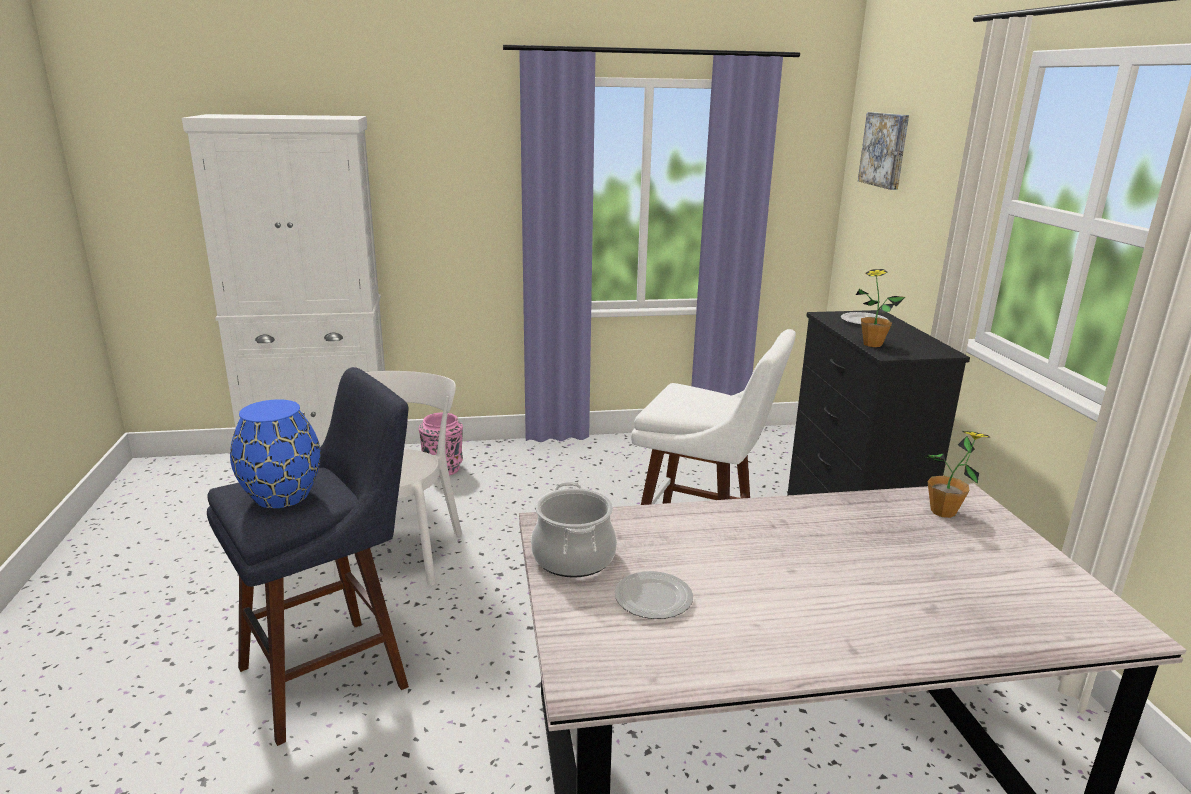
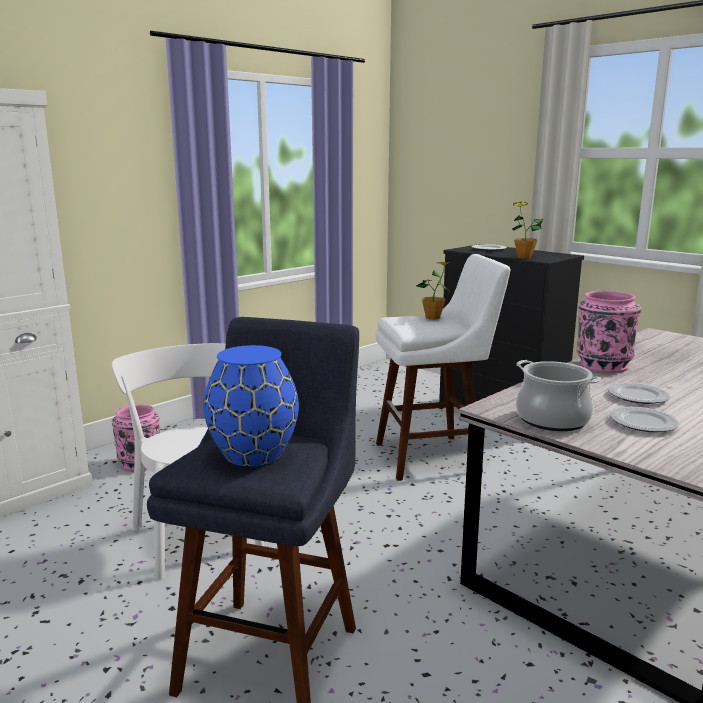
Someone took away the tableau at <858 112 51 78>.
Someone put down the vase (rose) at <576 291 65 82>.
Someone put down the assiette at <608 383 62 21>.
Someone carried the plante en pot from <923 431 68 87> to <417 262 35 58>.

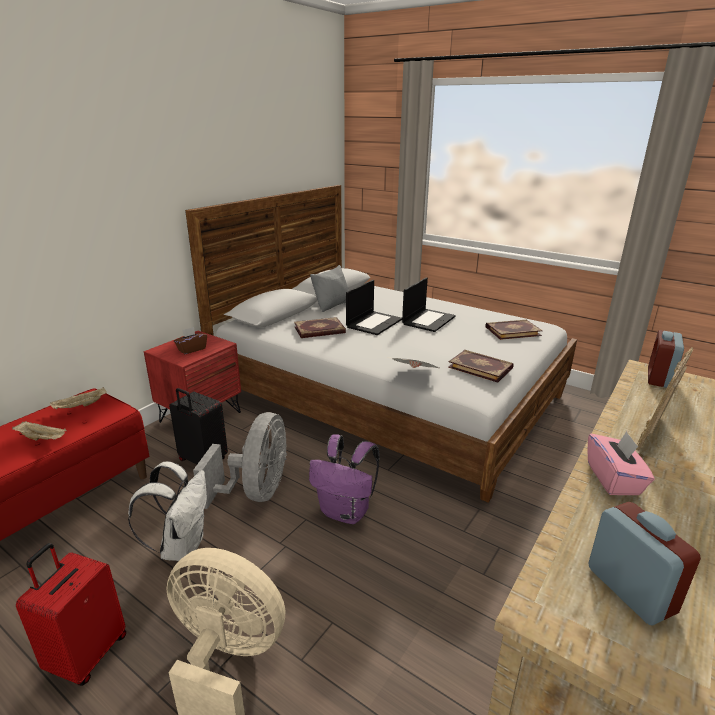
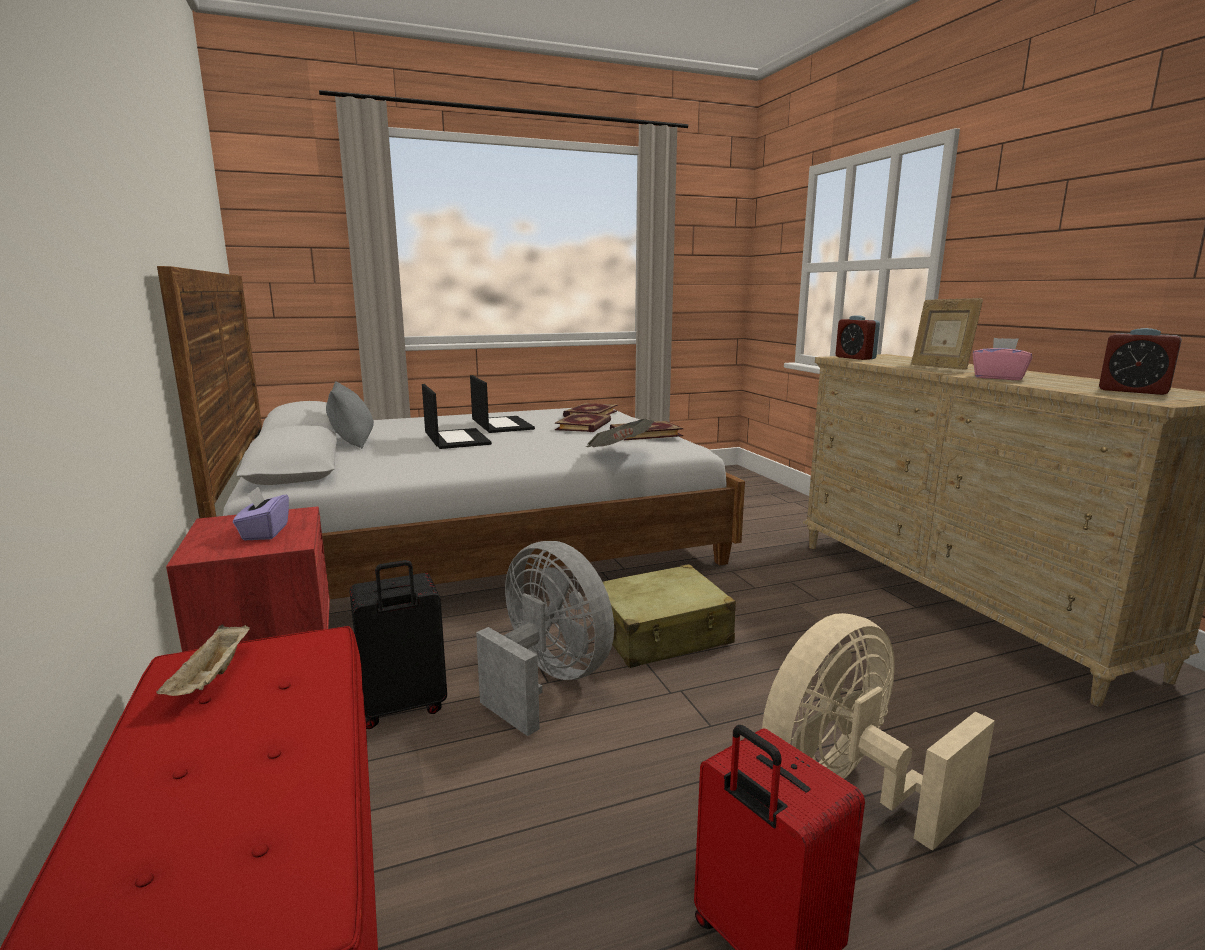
Someone took away the plateau (beige) at <12 421 55 20>.
Someone took away the sac à dos (blanc) at <128 461 79 100>.
Someone carried the livre from <294 317 52 21> to <555 413 56 19>.
Someone swapped the sac à dos (violet) at <309 434 71 90> for the valise (beige) at <603 564 133 104>.
Someone repainted the boîte à mouchoirs (marron) at <174 327 33 27>, which became the boîte à mouchoirs (violet) at <233 487 56 53>.
Someone rotated the réveil at <588 502 113 124> by 150 degrees counterclockwise.

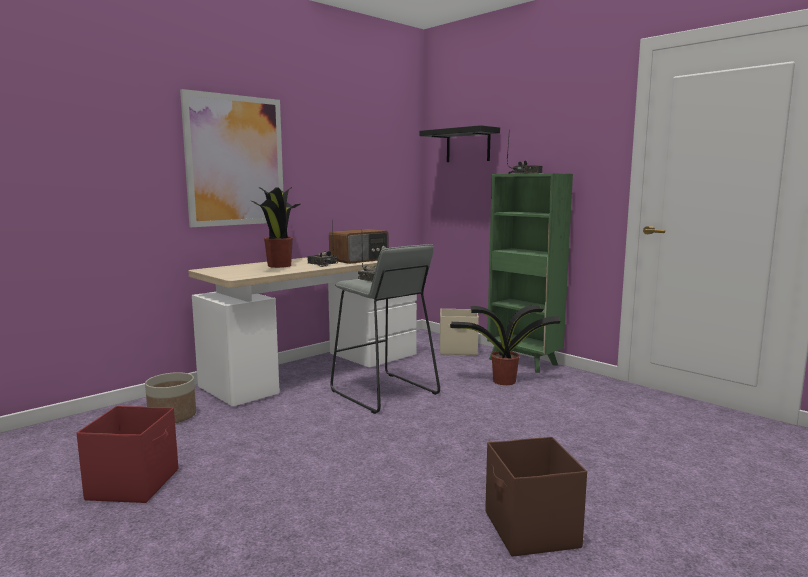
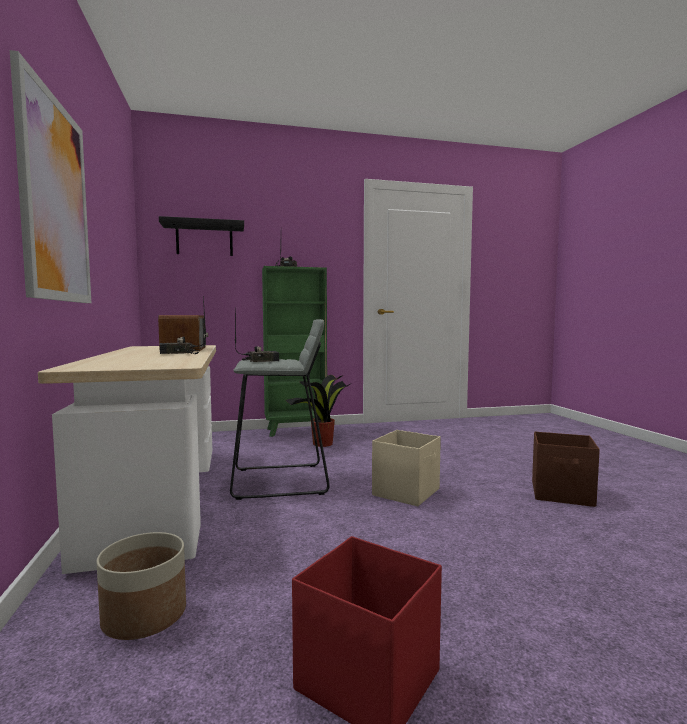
Someone took away the plante en pot at <251 187 49 81>.
Someone carried the boîte de rangement (beige) from <440 309 39 46> to <372 430 69 76>.

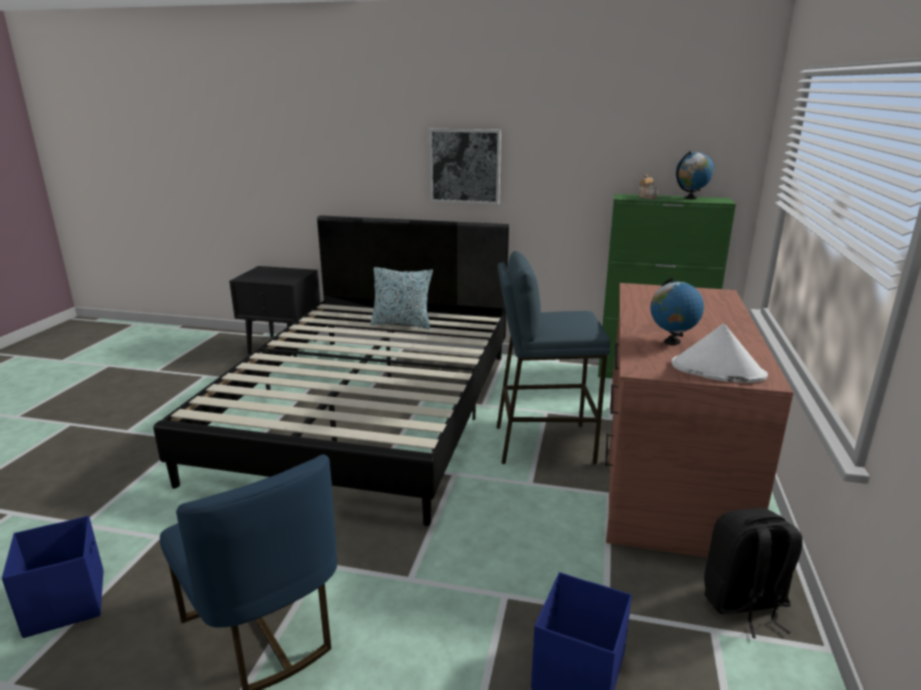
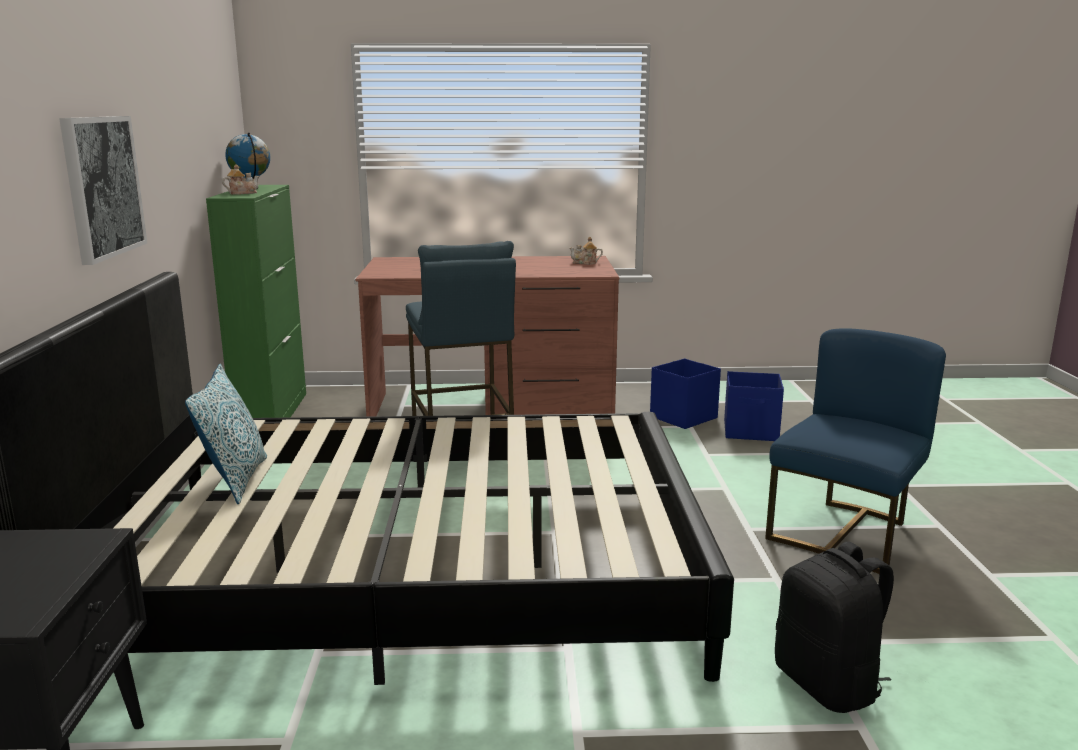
Someone took away the globe at <650 278 54 67>.
Someone carried the boîte de rangement (bleu) from <2 516 102 122> to <650 359 71 70>.
Someone carried the sac à dos (noir) from <704 508 99 131> to <775 542 119 171>.
Someone swapped the chapeau (blanc) at <672 323 96 60> for the théière at <569 237 34 28>.

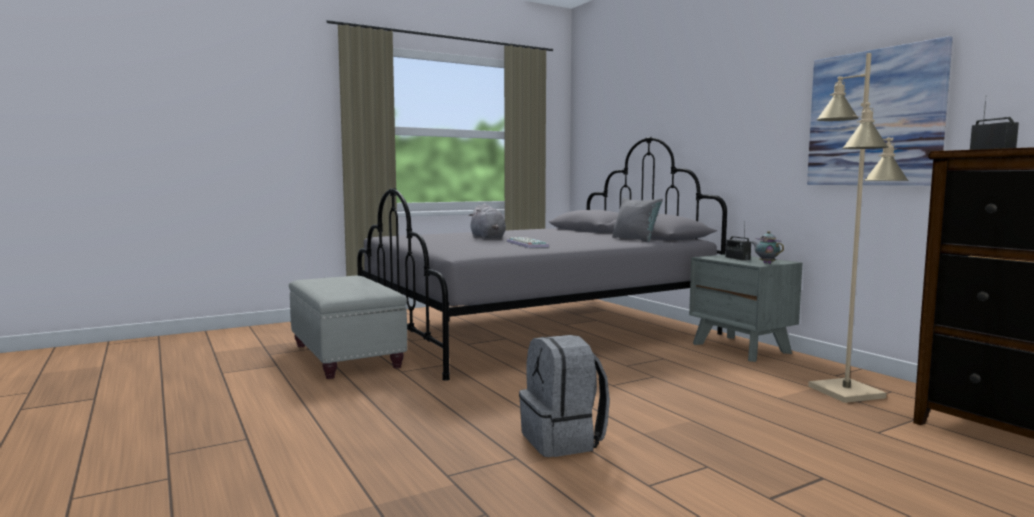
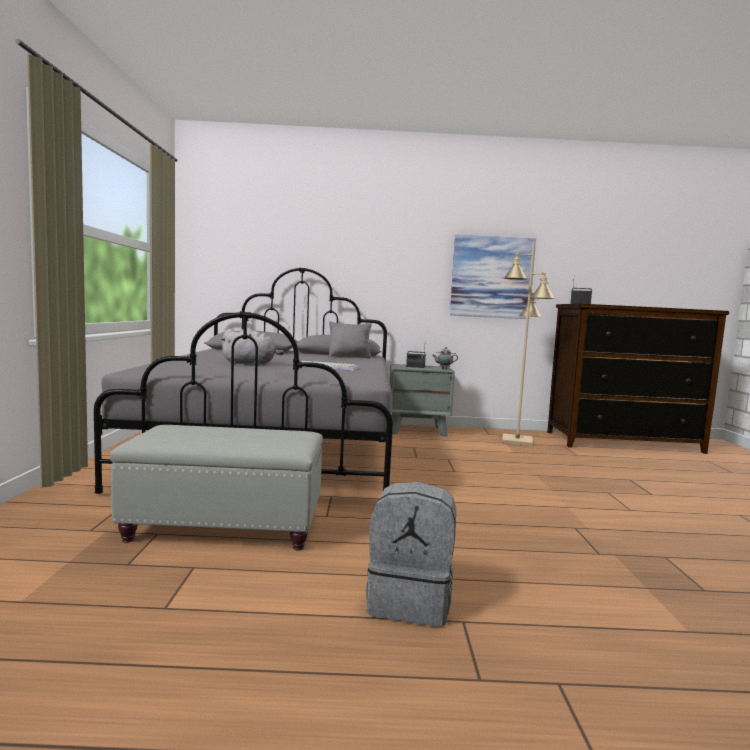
Someone carried the sac à dos (gris) from <519 335 91 122> to <366 482 90 145>.

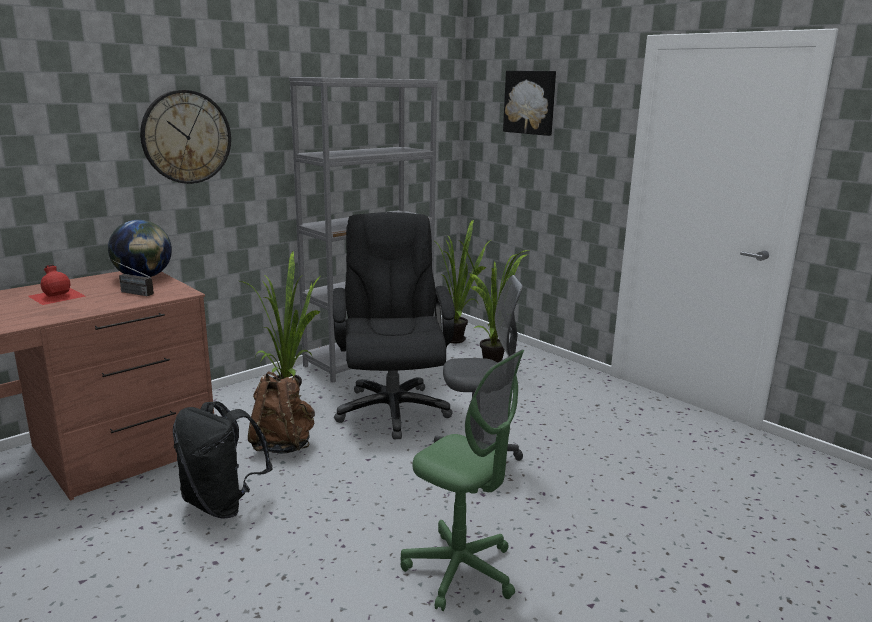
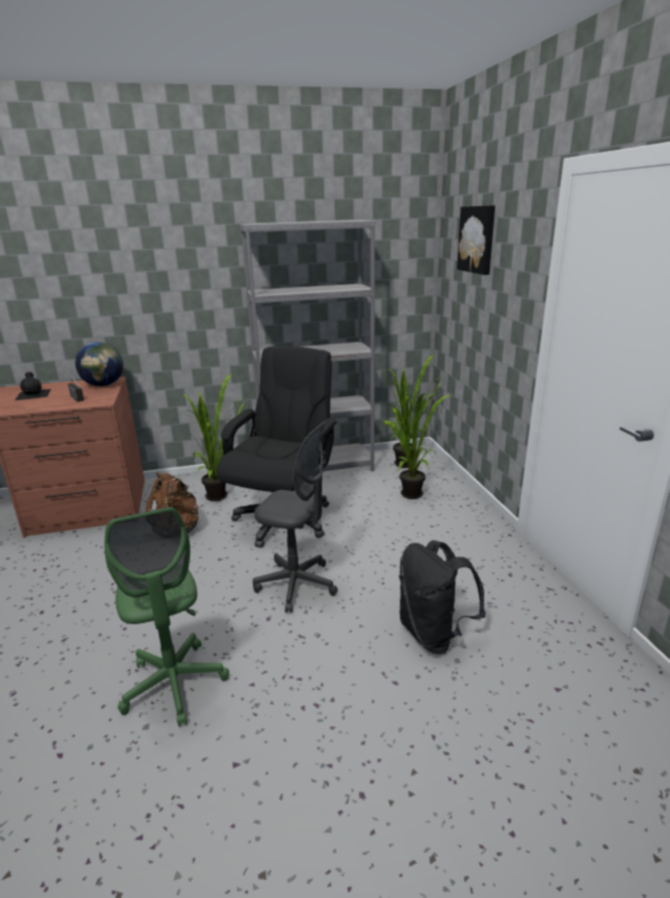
Someone took away the horloge murale at <140 90 91 94>.
Someone carried the sac à dos (noir) from <173 401 100 117> to <399 540 87 114>.
Someone repainted the bouteille (rouge) at <28 264 57 41>, which became the bouteille (noir) at <15 372 36 28>.

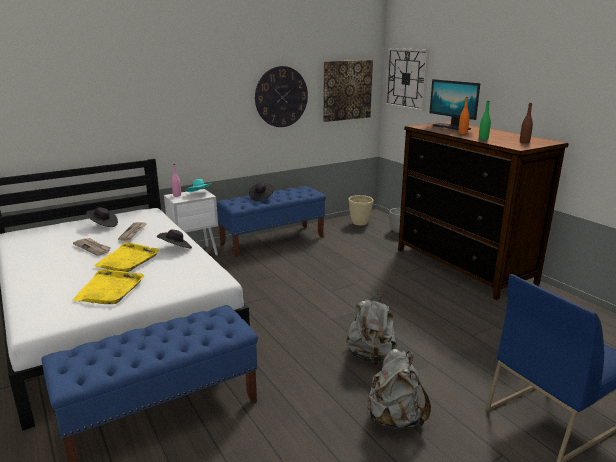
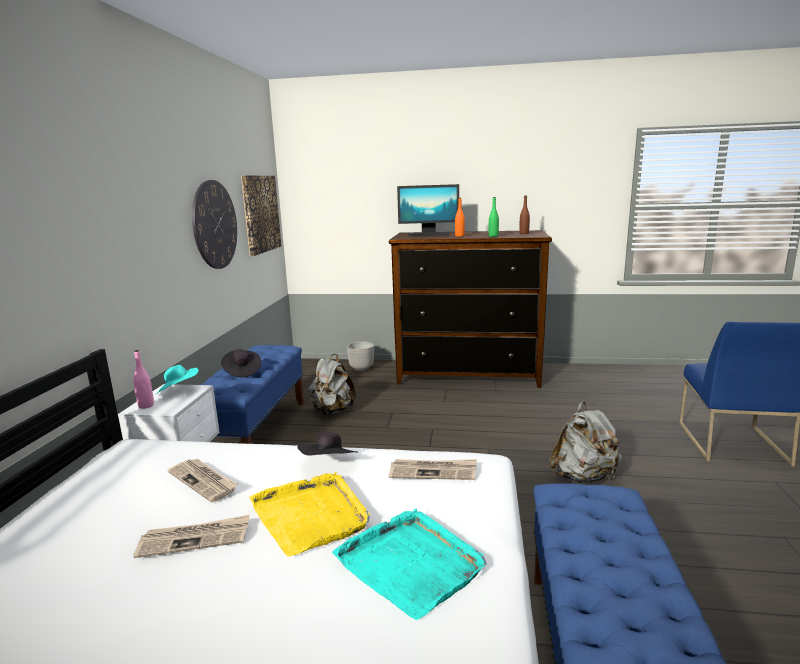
Someone took away the chapeau (noir) at <86 207 32 20>.
Someone took away the cache-pot (beige) at <348 195 26 31>.
Someone took away the horloge murale at <385 48 44 63>.
Someone put down the journal at <389 459 88 21>.
Someone carried the sac à dos (gris) from <366 349 65 80> to <308 354 48 61>.
Someone repainted the plateau (jaune) at <73 269 71 35>, which became the plateau (turquoise) at <332 509 155 111>.

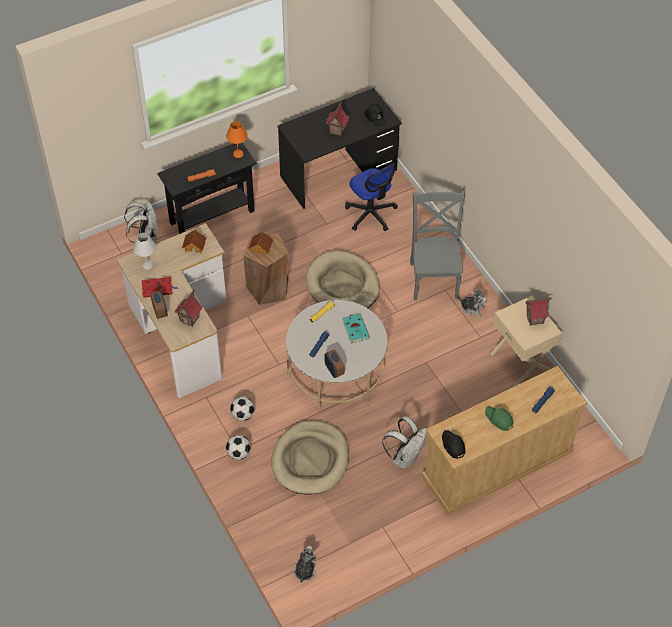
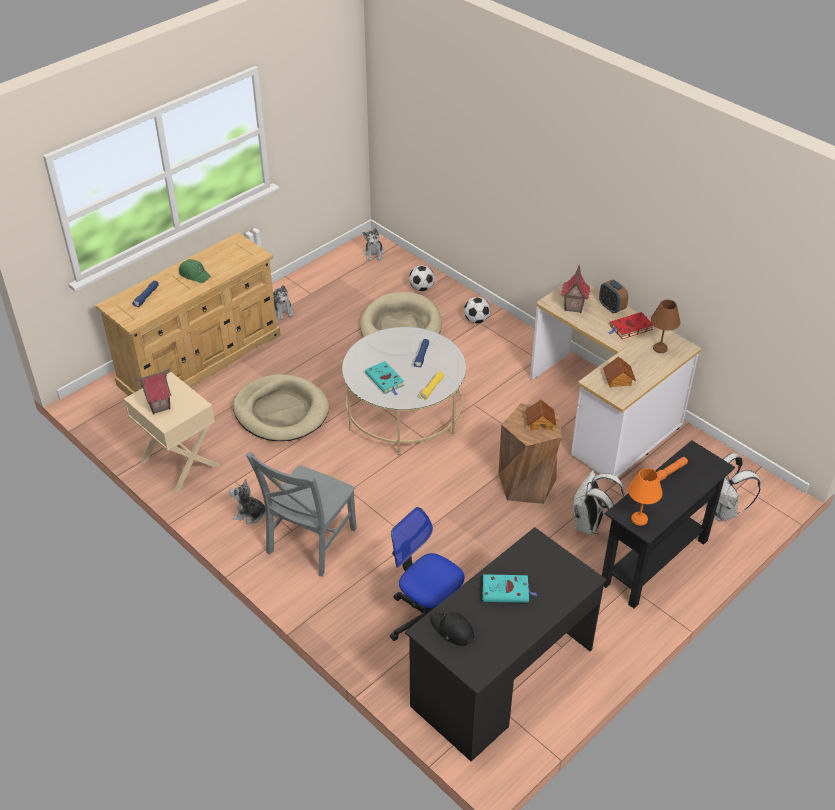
Someone took away the réveil at <324 349 21 29>.
Someone took away the casquette (noir) at <442 430 23 29>.
Someone put down the peluche at <273 285 21 36>.
Someone carried the ballon de foot from <230 397 25 24> to <409 265 26 26>.
Someone carried the panier pour chien (beige) from <306 251 74 57> to <233 374 96 67>.
Someone carried the sac à dos (blanc) from <382 416 45 53> to <573 470 51 65>.
Someone swapped the maison miniature at <326 101 23 35> for the livre (turquoise) at <482 574 55 29>.
Someone repainted the lampe de table (blanc) at <133 233 23 37>, which became the lampe de table (marron) at <651 300 30 53>.
Someone rotated the chaise (gris) at <410 191 55 109> by 45 degrees clockwise.

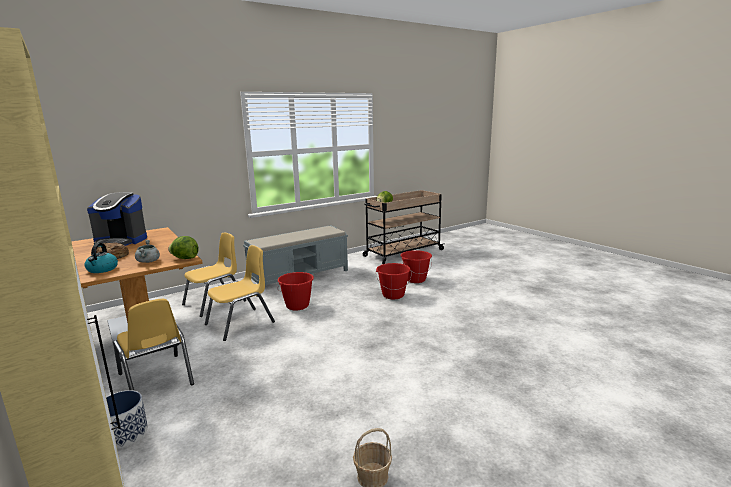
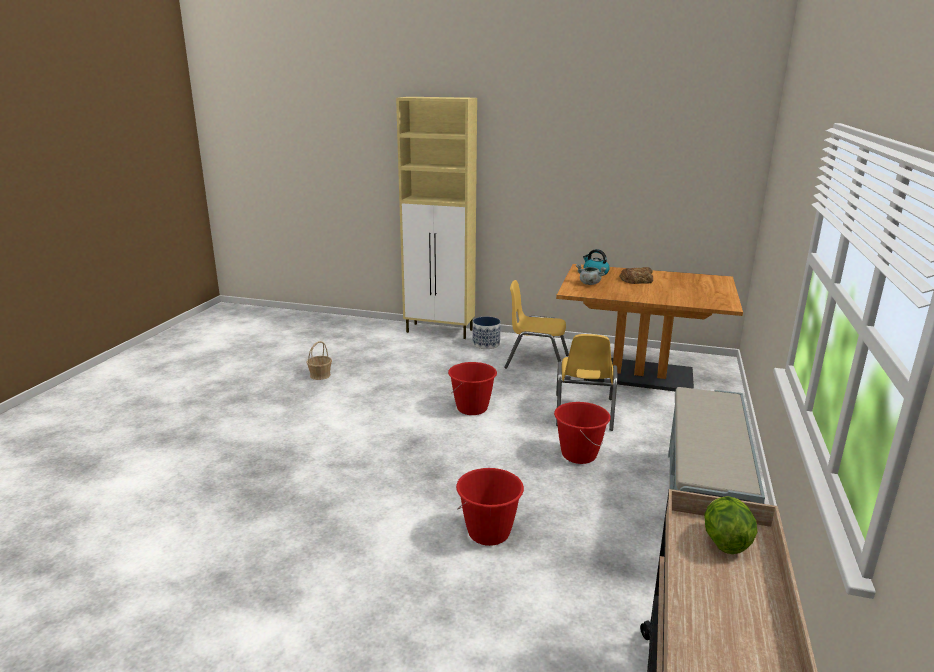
Someone took away the machine à café at <87 192 60 54>.
Someone took away the laitue at <168 236 31 23>.
Someone took away the chaise (jaune) at <182 232 64 85>.
Someone carried the seau (rouge) from <401 250 31 33> to <448 362 49 53>.

